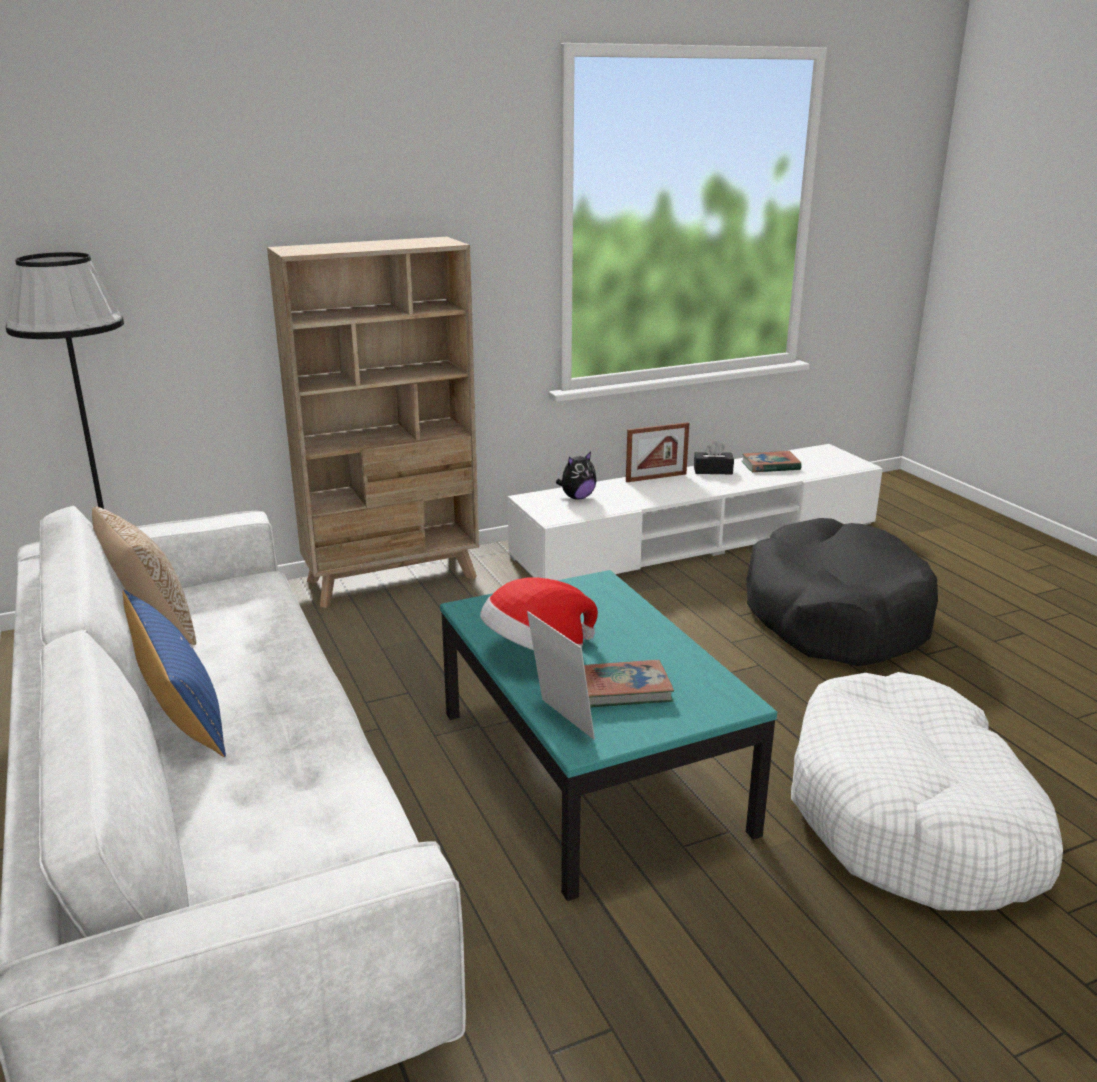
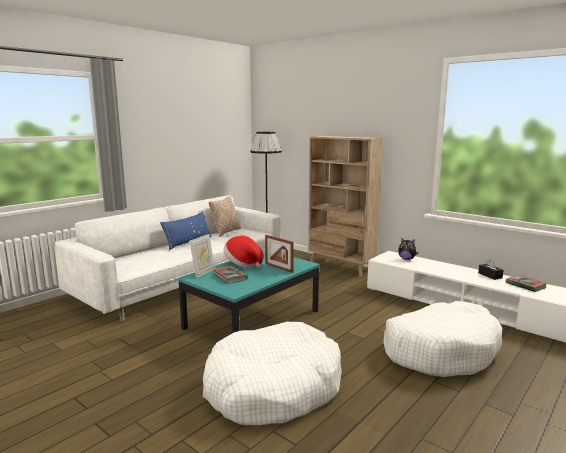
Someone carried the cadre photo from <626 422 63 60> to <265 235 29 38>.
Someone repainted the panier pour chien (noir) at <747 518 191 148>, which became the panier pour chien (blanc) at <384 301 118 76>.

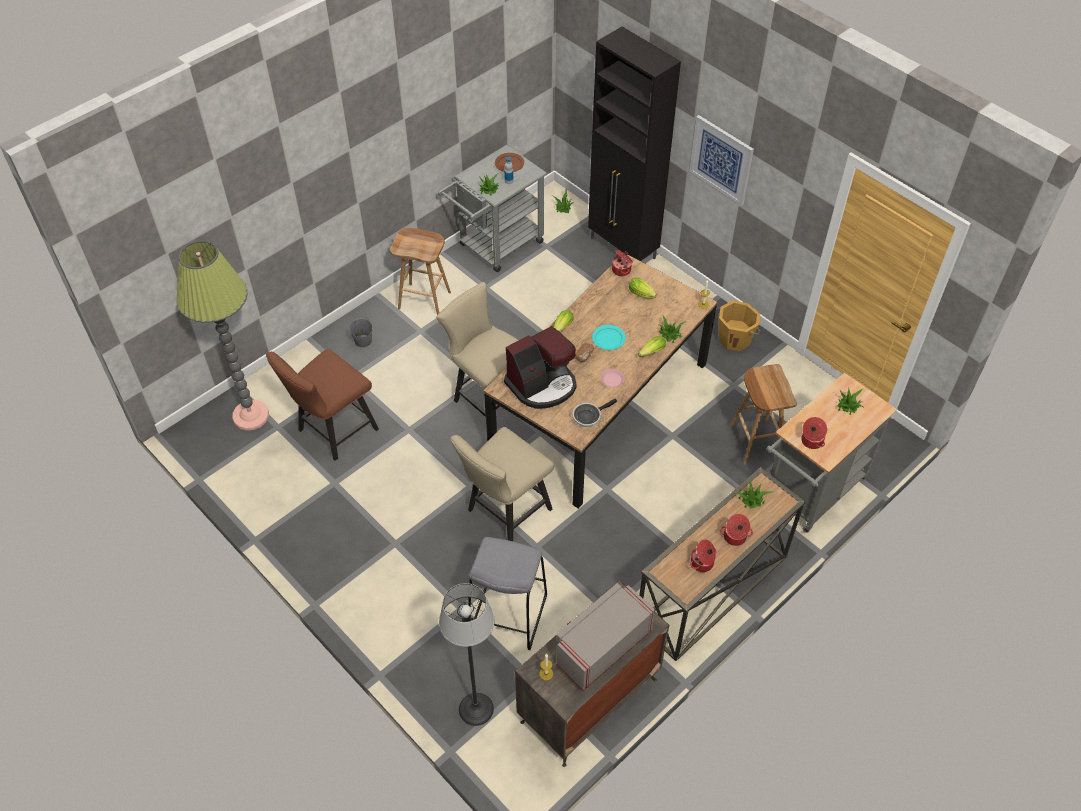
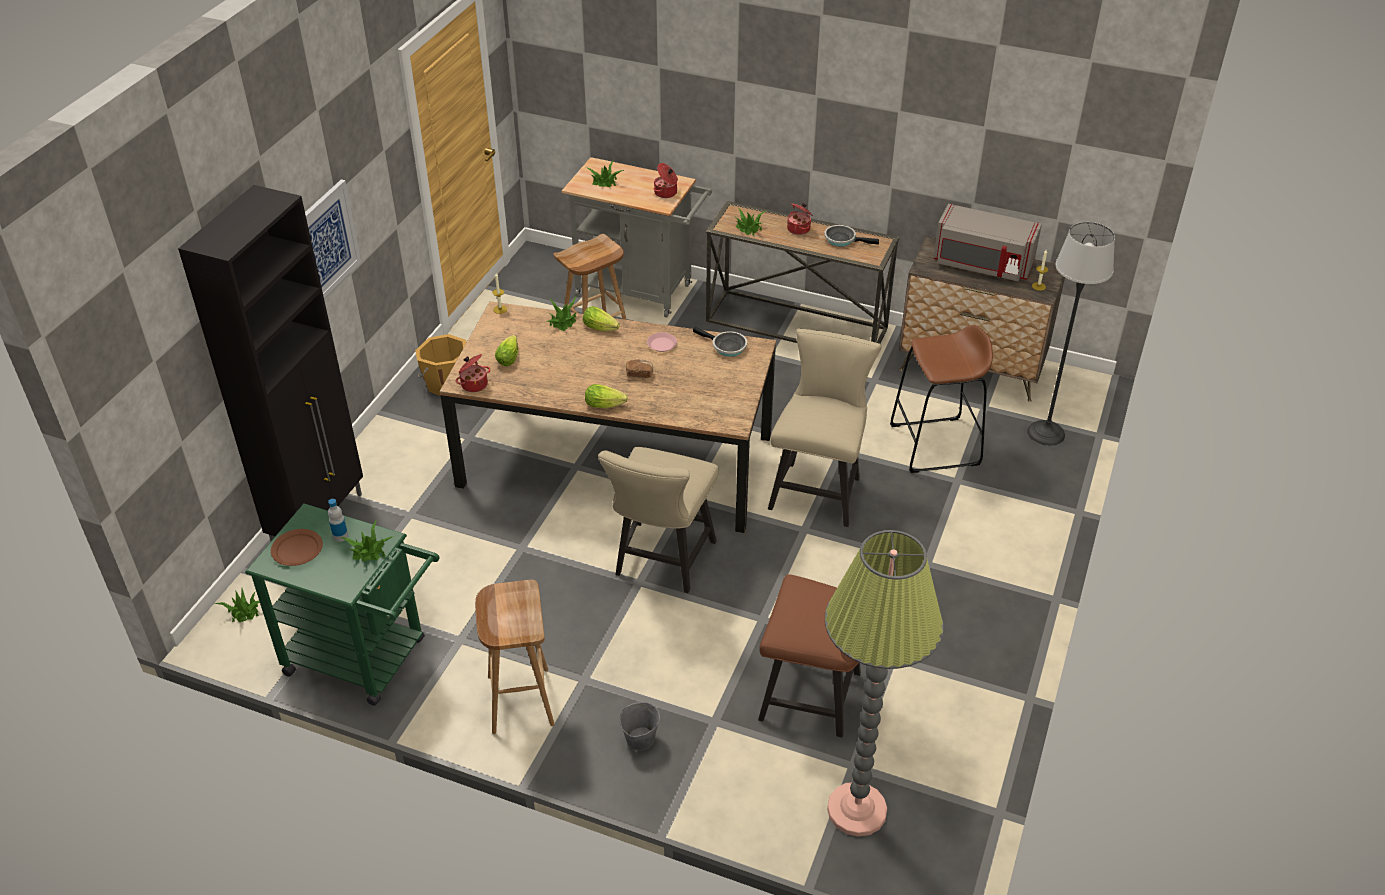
Someone took away the machine à café at <504 326 73 83>.
Someone took away the assiette (turquoise) at <592 325 34 25>.
Someone swapped the marmite at <690 539 26 33> for the poêle at <824 225 55 21>.
Someone repainted the chariot (gris) at <438 145 110 127>, which became the chariot (vert) at <245 504 195 202>.
Someone repainted the tabouret (gris) at <468 537 79 113>, which became the tabouret (marron) at <890 325 103 148>.
Someone rotated the chaise (beige) at <450 427 104 114> by 90 degrees counterclockwise.

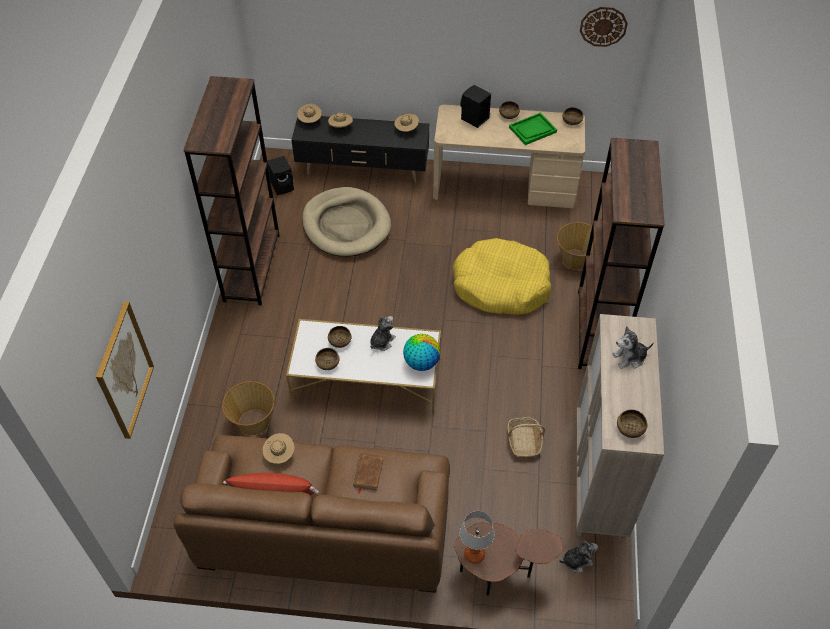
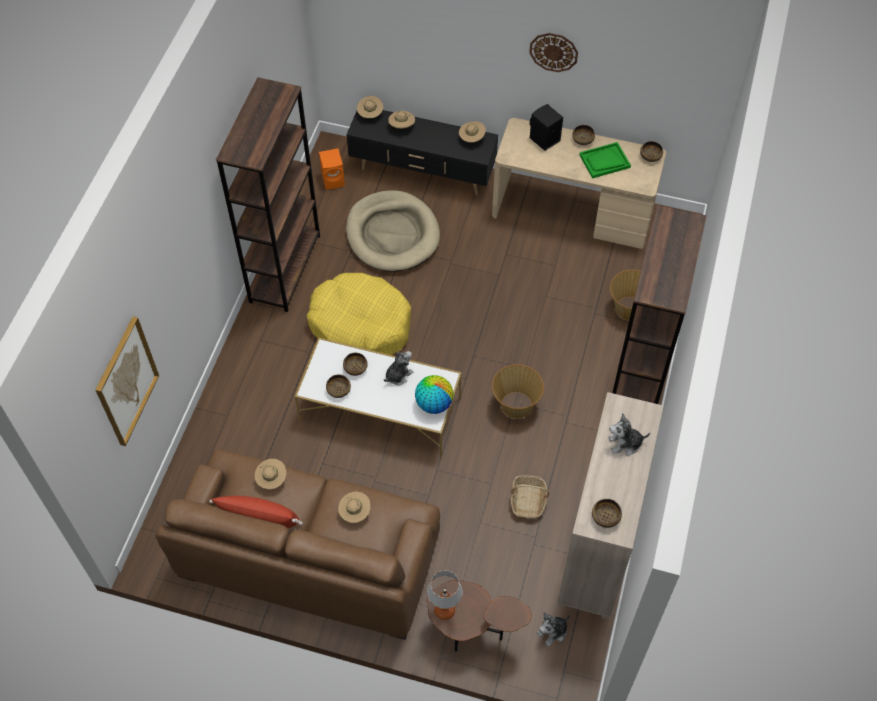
Someone carried the panier from <222 381 53 55> to <492 364 52 55>.
Someone carried the panier pour chien (jaune) from <453 238 98 77> to <307 273 104 82>.
Someone carried the horloge murale from <580 7 48 40> to <529 33 49 39>.
Someone swapped the livre (marron) at <353 453 30 41> for the chapeau (beige) at <338 491 33 32>.
Someone repainted the enceinte (noir) at <267 156 27 39>, which became the enceinte (orange) at <319 148 26 41>.
Someone rotated the peluche at <559 540 39 33> by 150 degrees clockwise.

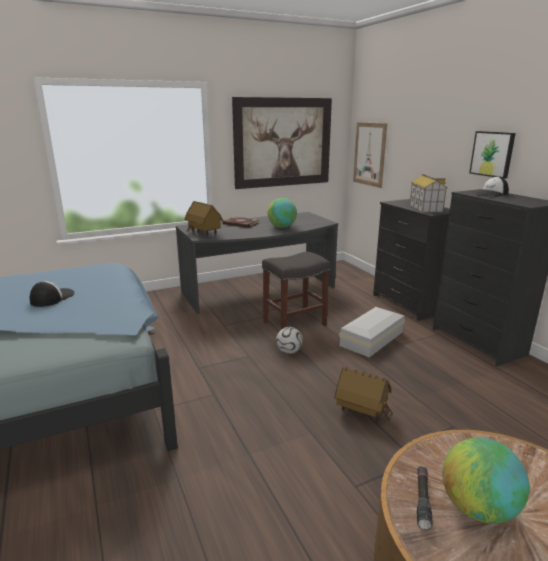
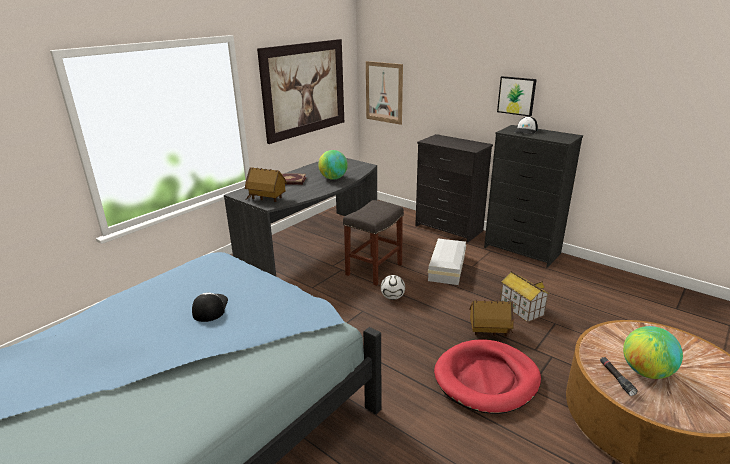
Someone put down the panier pour chien (rouge) at <434 339 107 75>.
Someone carried the maison miniature from <409 174 38 39> to <500 271 49 51>.

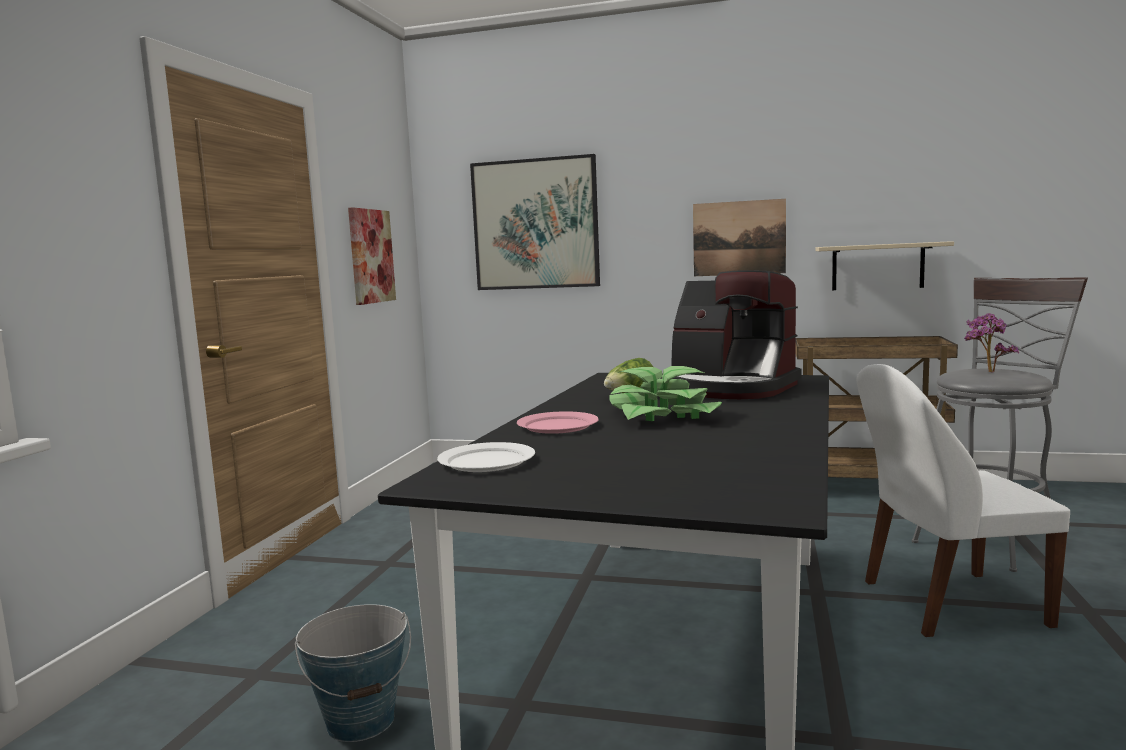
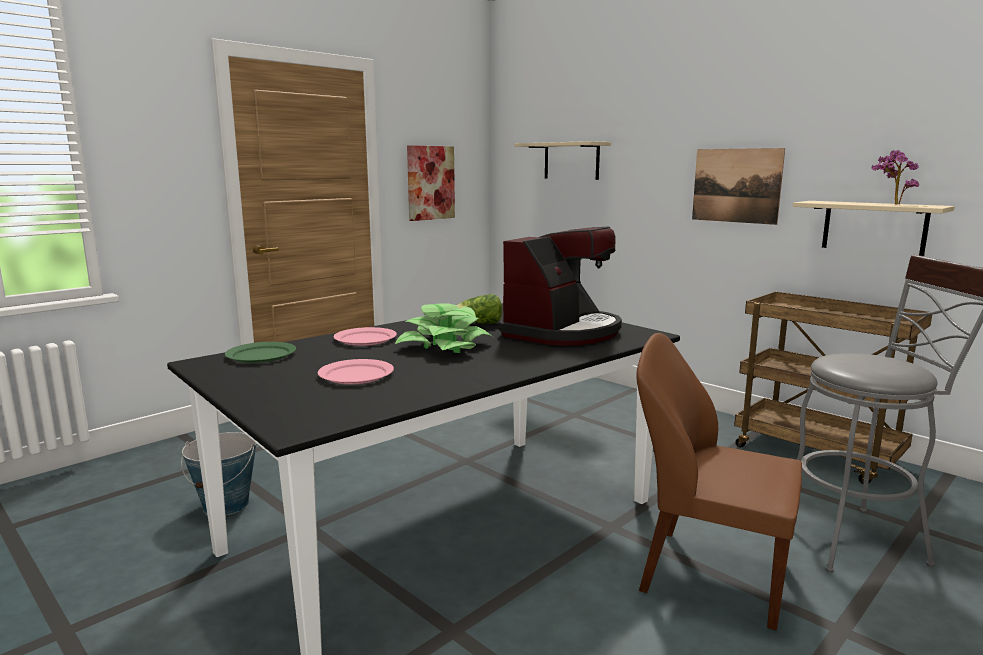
Someone put down the assiette (rose) at <318 359 76 25>.
Someone carried the plante en pot from <964 313 55 59> to <871 150 48 55>.
Someone swapped the tableau at <470 154 130 136> for the étagère (beige) at <515 141 96 39>.
Someone repainted the assiette (blanc) at <437 442 98 30>, which became the assiette (vert) at <225 342 71 21>.
Someone repainted the chaise (blanc) at <857 364 213 273>, which became the chaise (marron) at <636 333 166 298>.
Someone rotated the machine à café at <672 270 129 129> by 120 degrees counterclockwise.

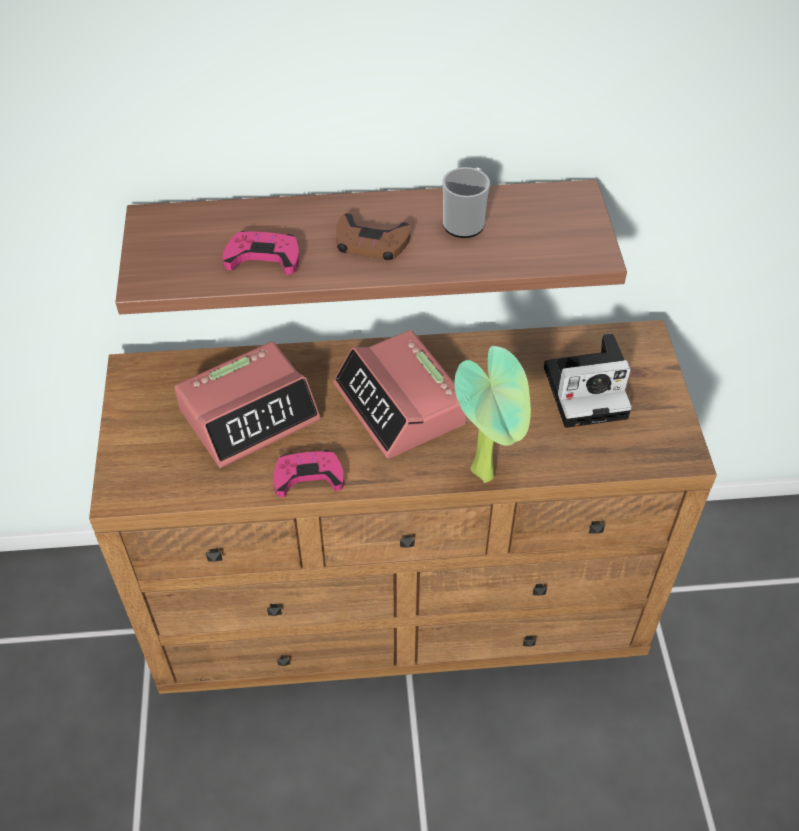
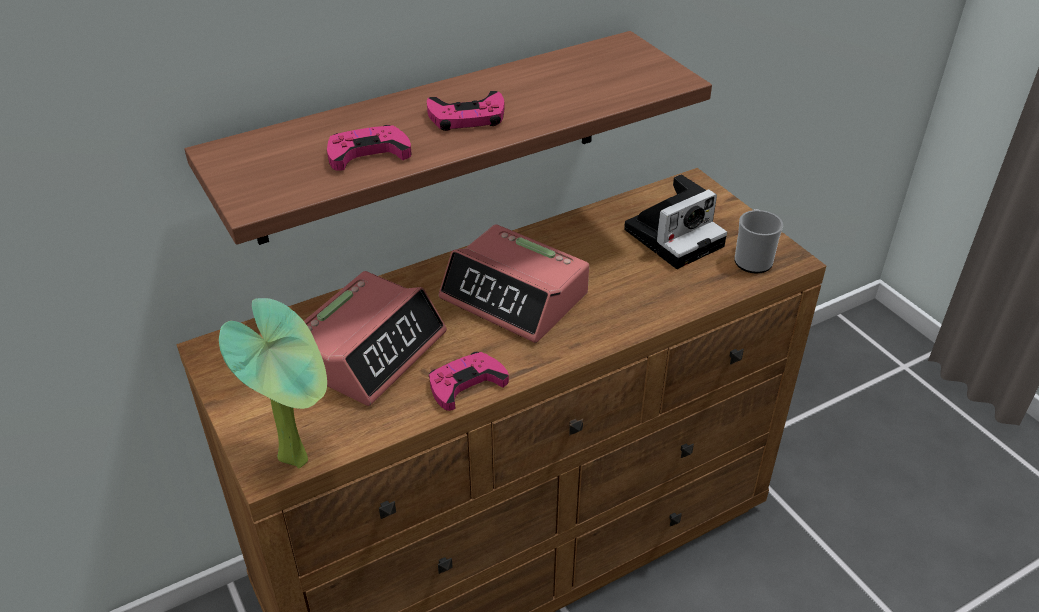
Someone carried the mug from <442 167 48 71> to <735 209 48 65>.
Someone carried the plante en pot from <454 346 77 137> to <219 298 108 171>.
Someone repainted the manette (marron) at <336 213 75 47>, which became the manette (rose) at <427 91 77 40>.

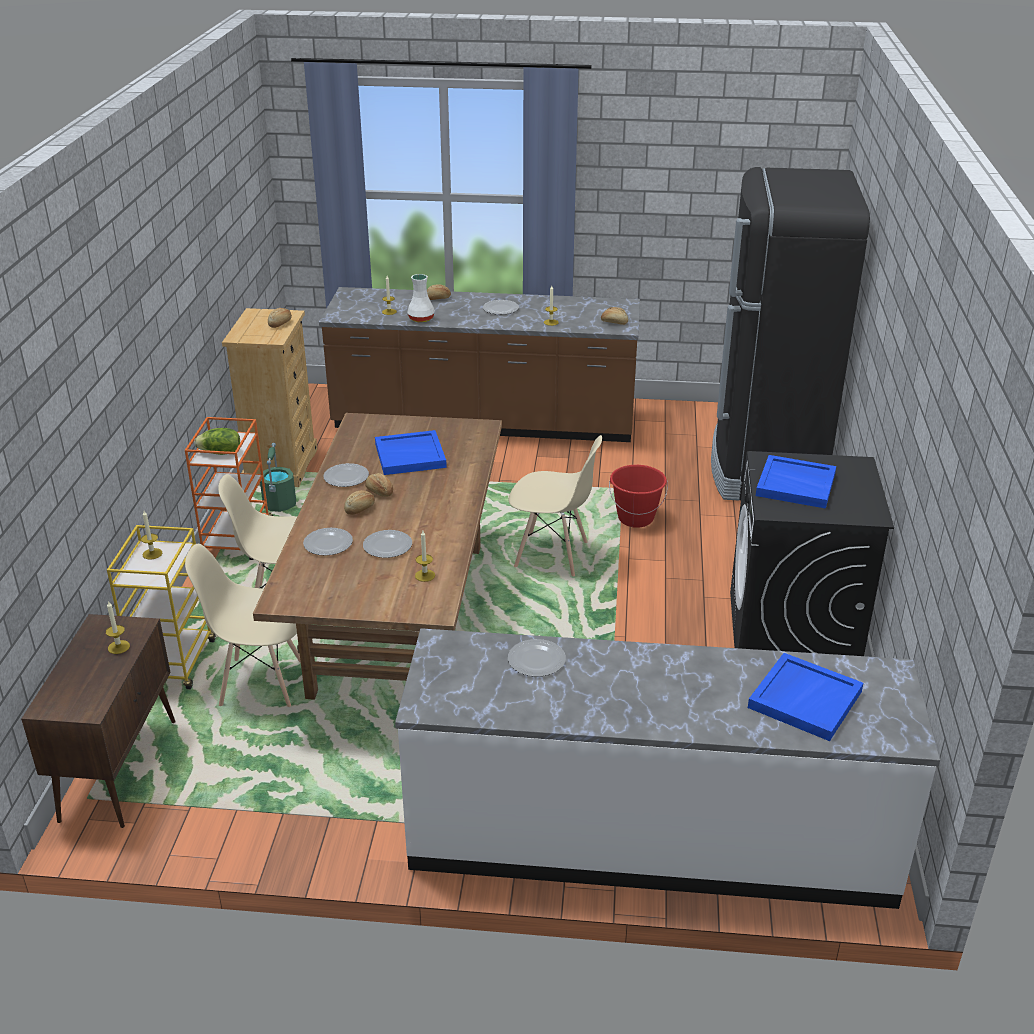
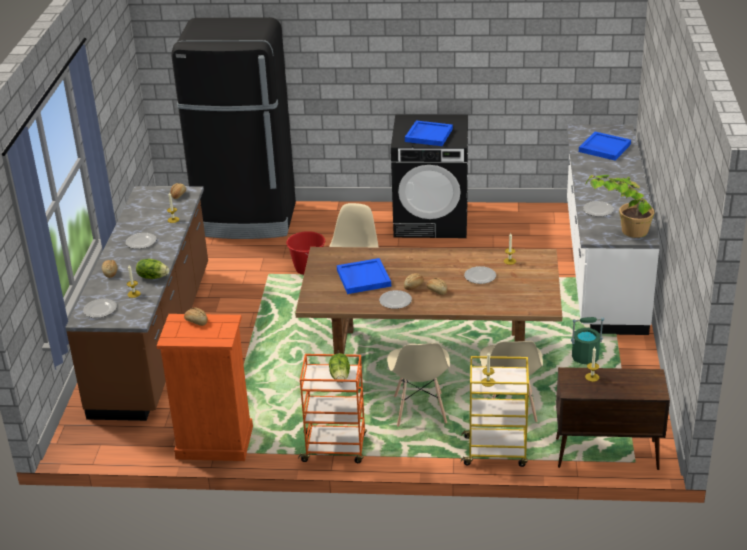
Someone put down the plante en pot at <585 175 69 63>.
Someone carried the seau (vert) from <260 443 36 69> to <571 317 33 48>.
Someone carried the assiette from <303 528 50 28> to <83 299 34 19>.
Someone swapped the vase (blanc) at <407 274 28 48> for the laitue at <136 259 33 20>.
Someone repainted the commode (beige) at <222 308 95 179>, which became the commode (orange) at <157 314 96 147>.

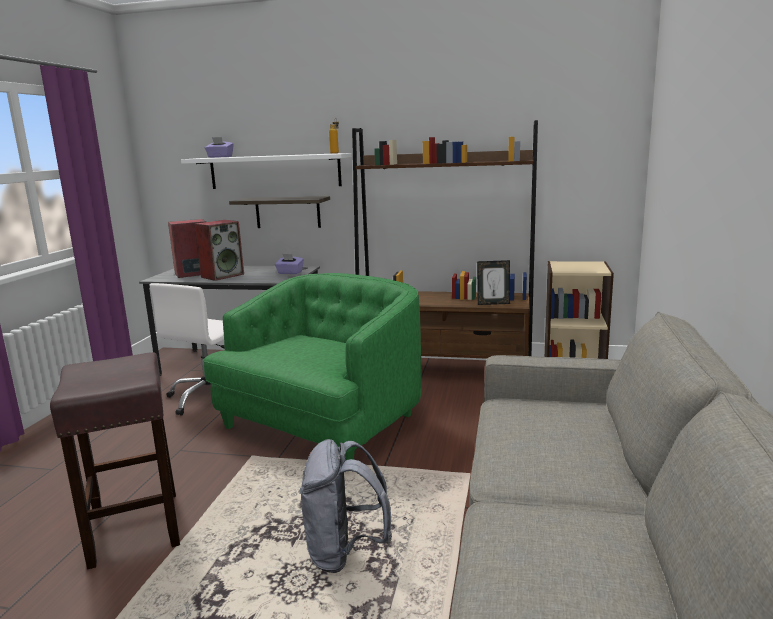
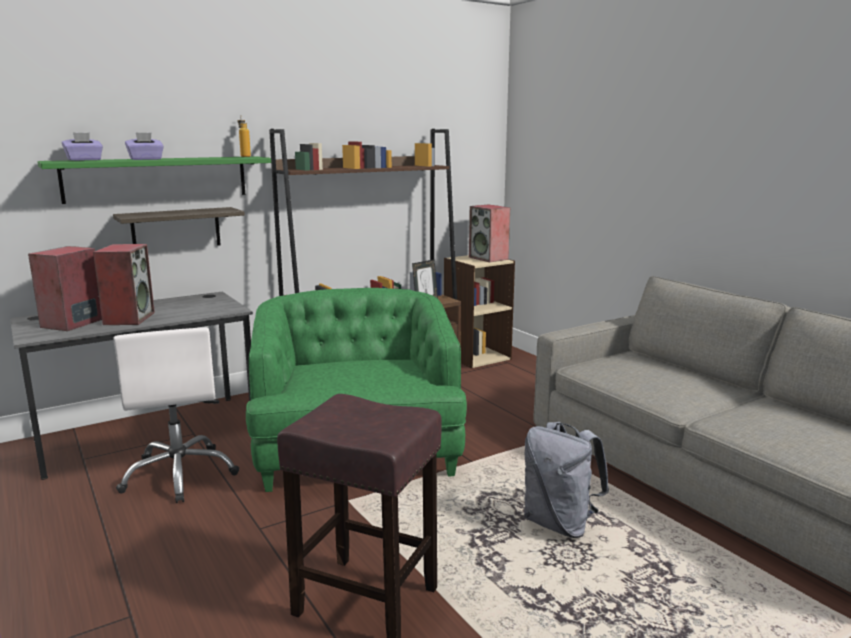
Someone put down the enceinte at <469 205 41 57>.
Someone carried the boîte à mouchoirs (violet) from <275 254 29 20> to <125 132 39 28>.
Someone repainted the étagère (blanc) at <181 153 171 36>, which became the étagère (vert) at <37 156 234 48>.

